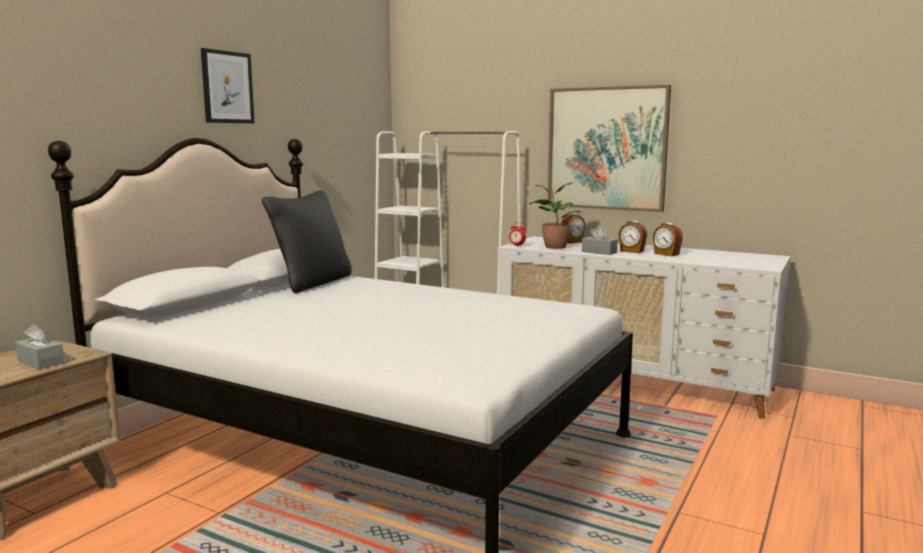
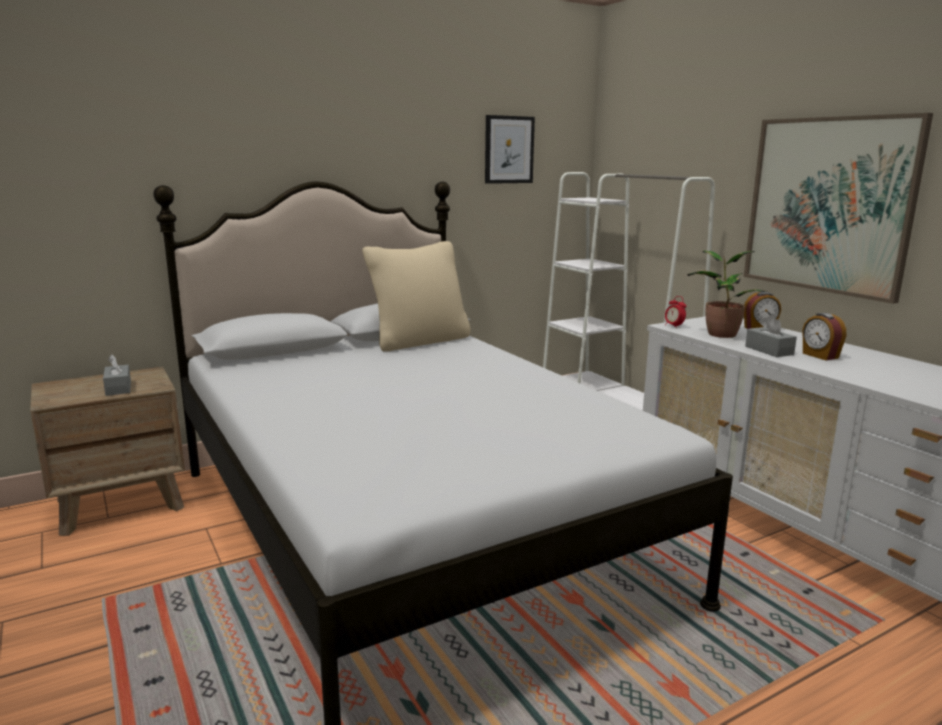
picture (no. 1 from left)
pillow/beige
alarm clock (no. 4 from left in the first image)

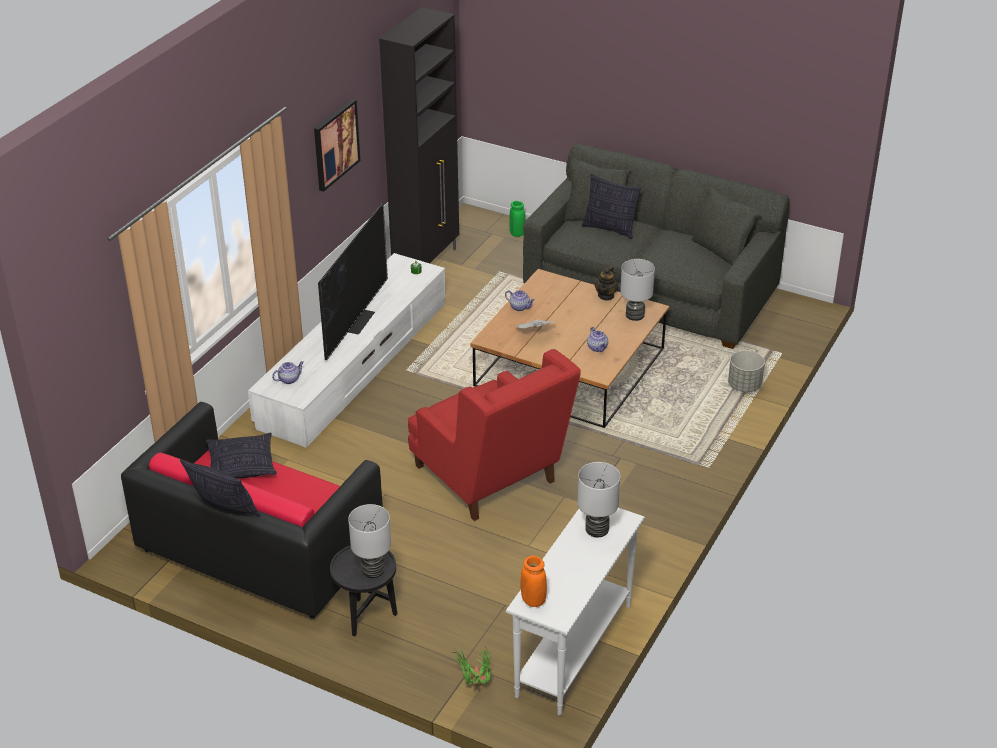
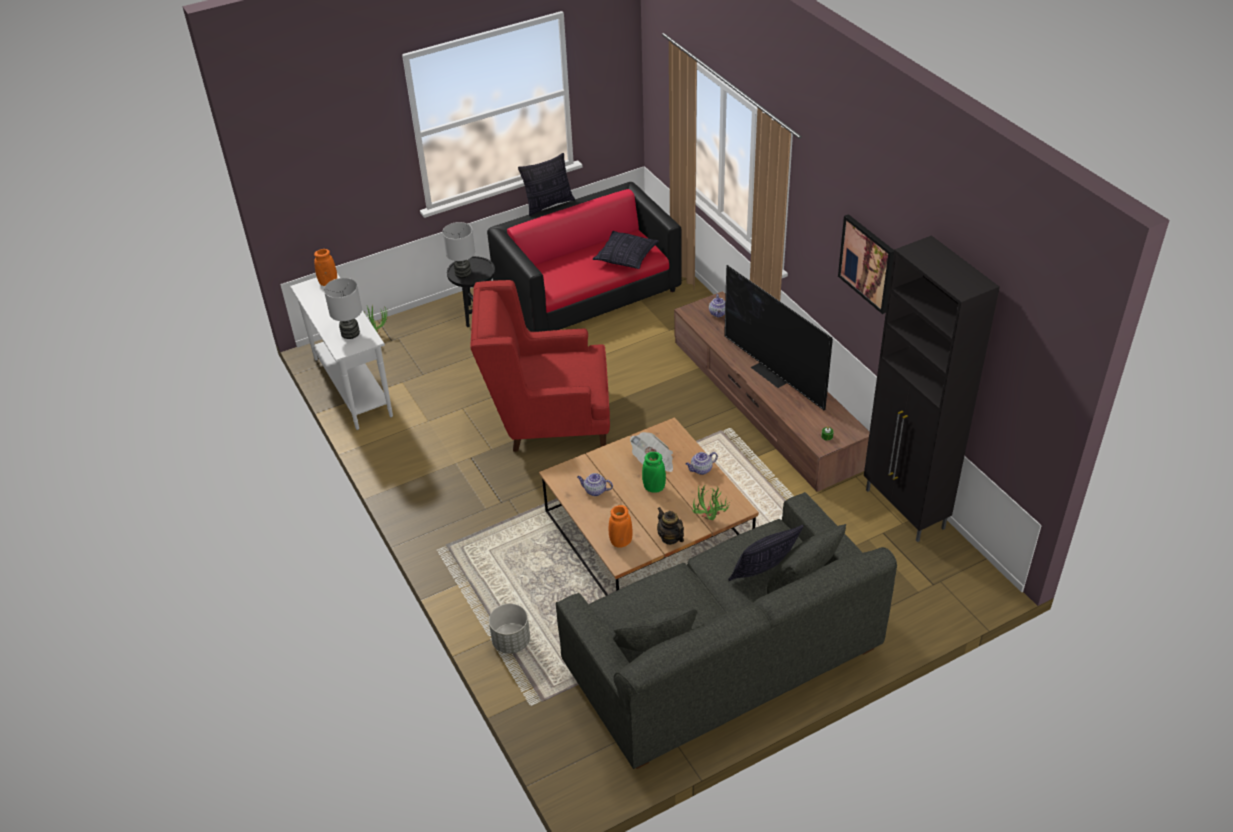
vase/green
tv stand/brown
vase/orange (no. 2 from left)
potted plant (no. 2 from left)

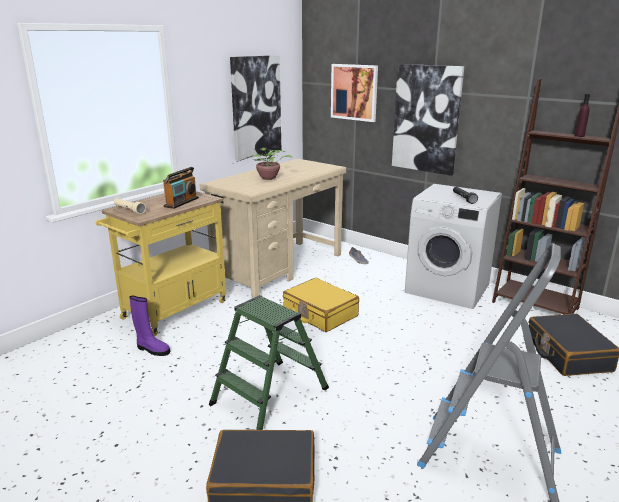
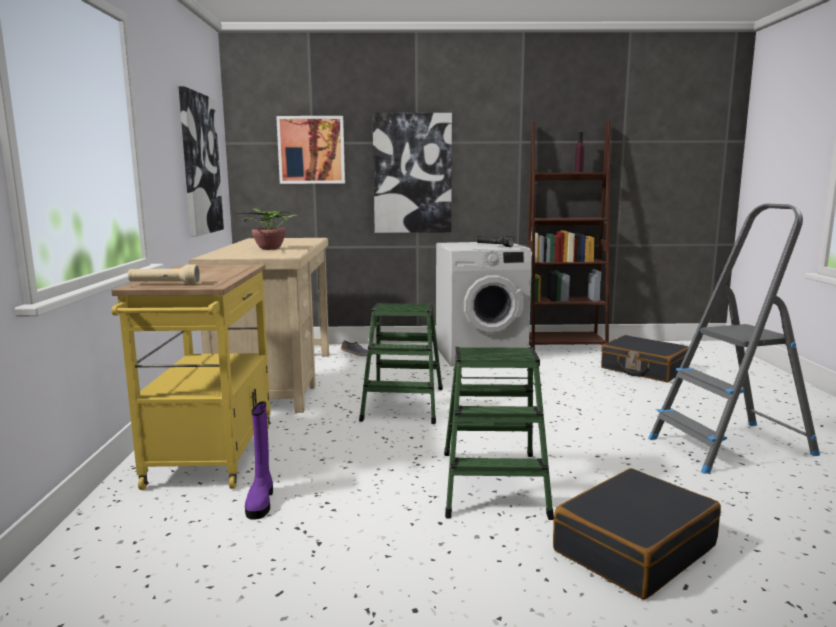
radio
step ladder/green (no. 1 from left)
boot/purple

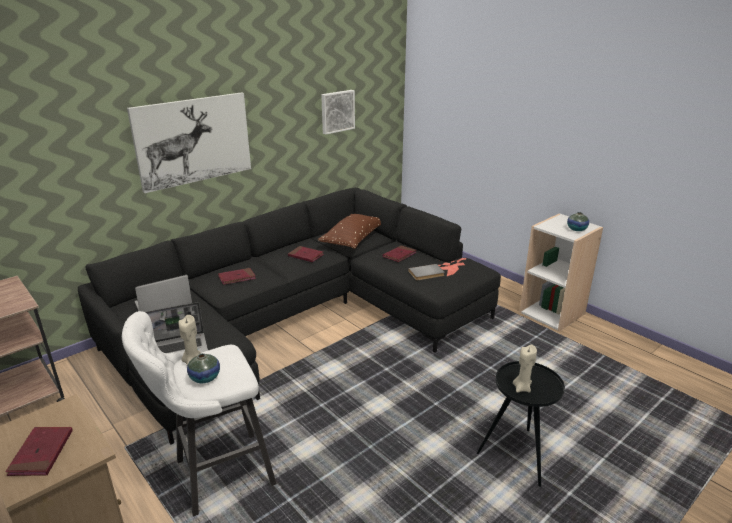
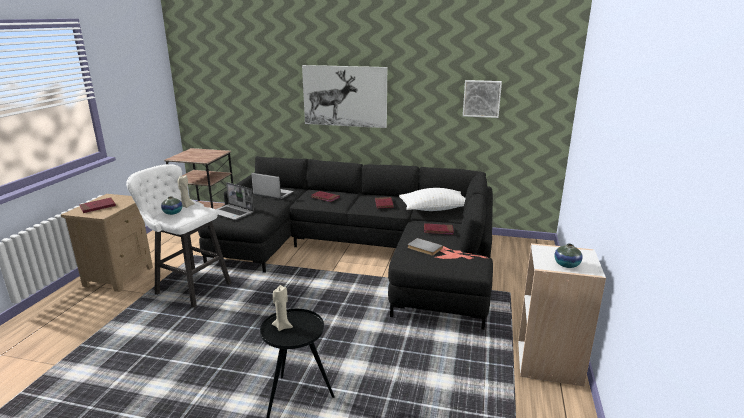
pillow/white

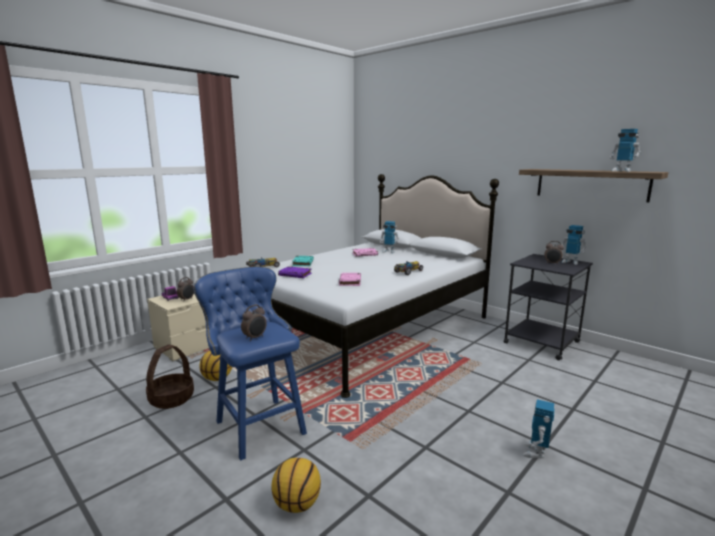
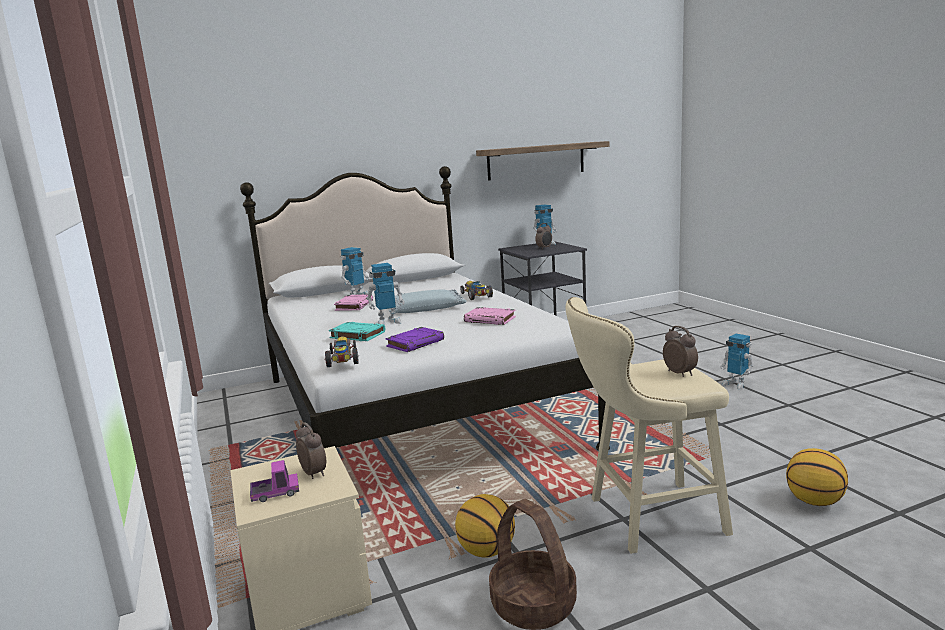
toy robot (no. 2 from left)
stool/beige
pillow/blue

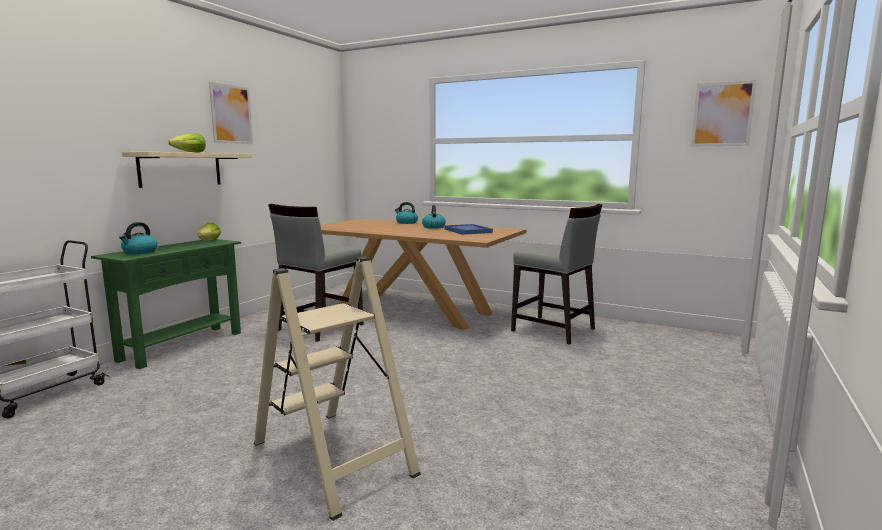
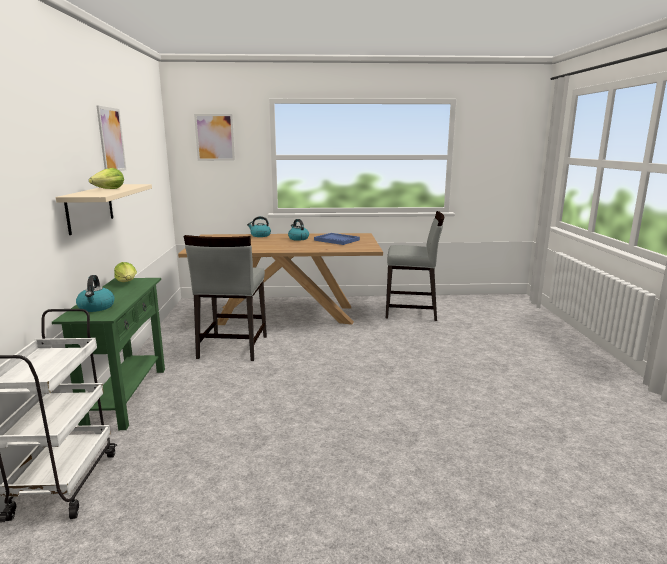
picture (no. 2 from left)
step ladder/beige

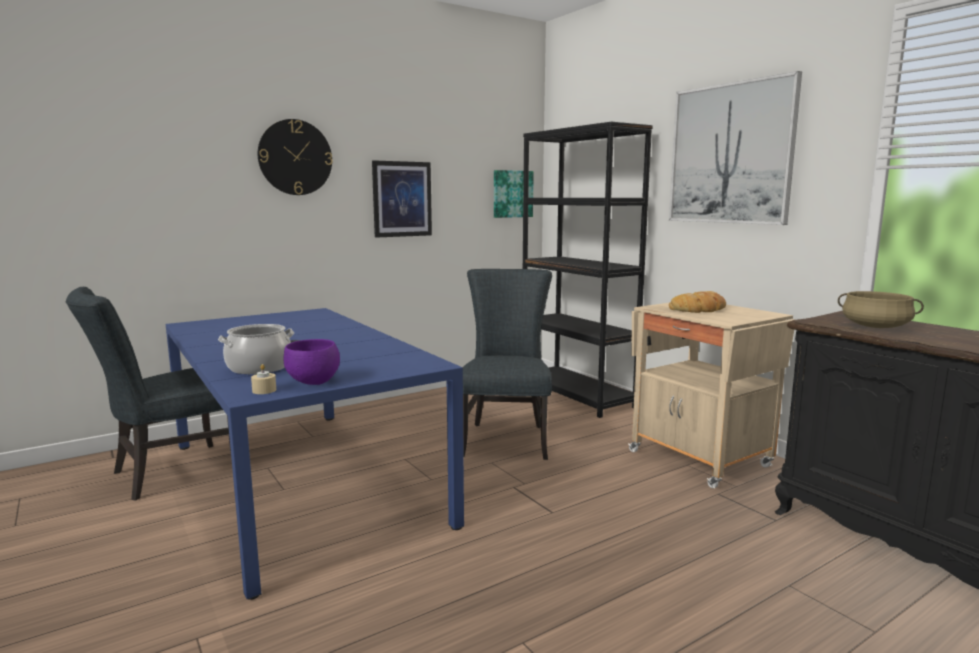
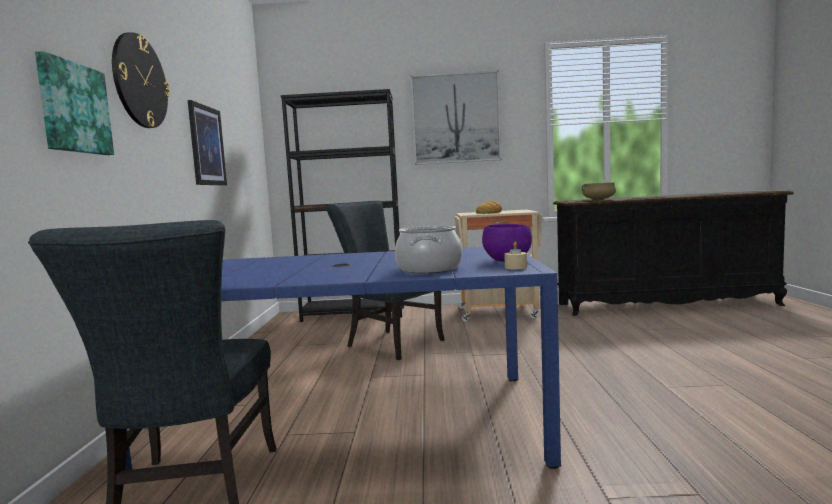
picture (no. 1 from left)

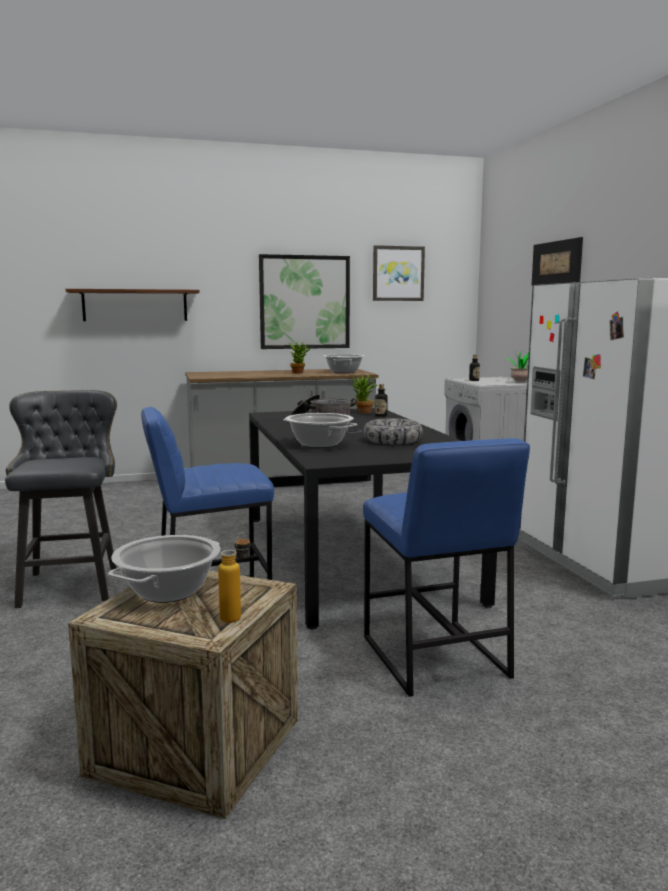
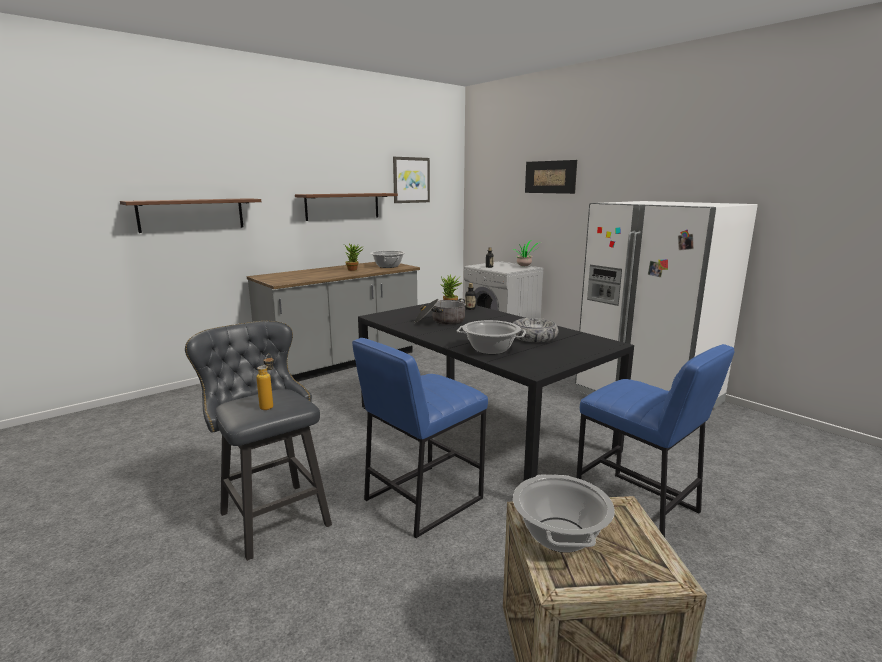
shelf/brown (no. 2 from left)
bottle (no. 1 from left)

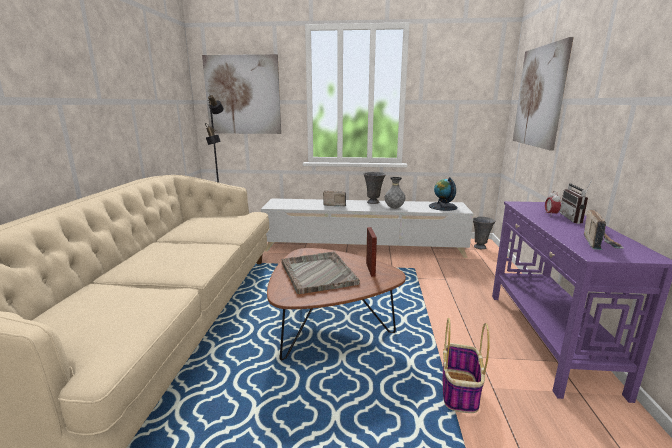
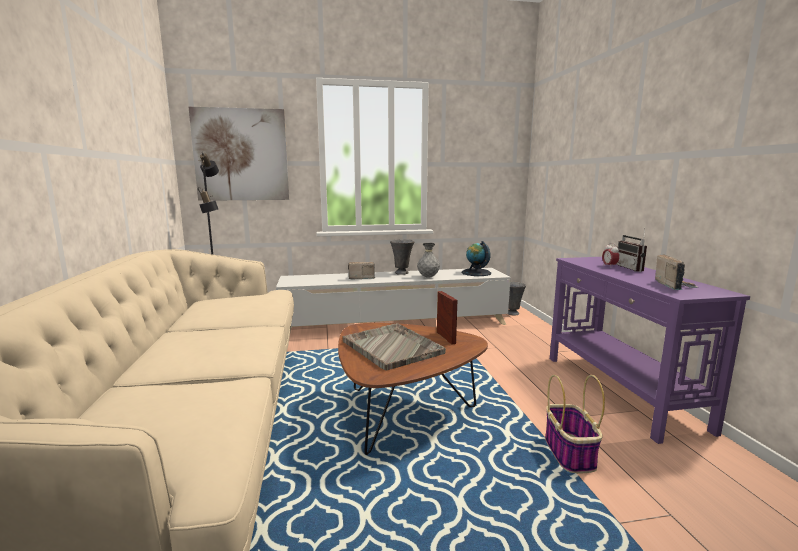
picture (no. 2 from left in the first image)

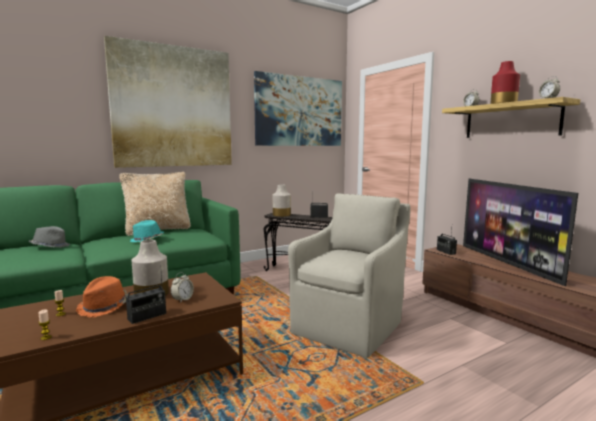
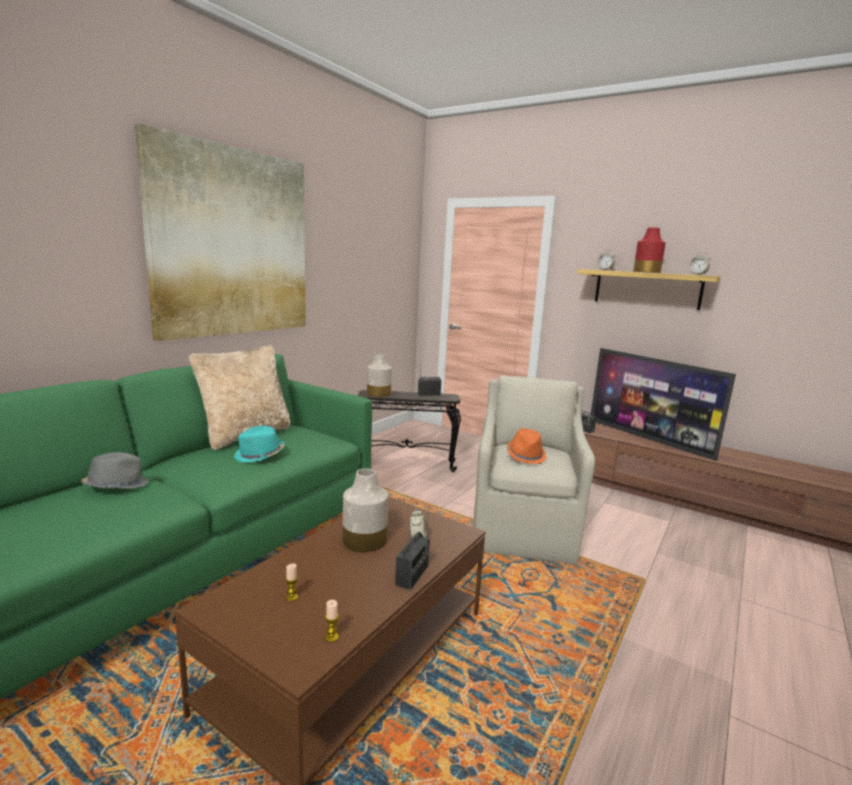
picture (no. 2 from left in the first image)
hat/orange

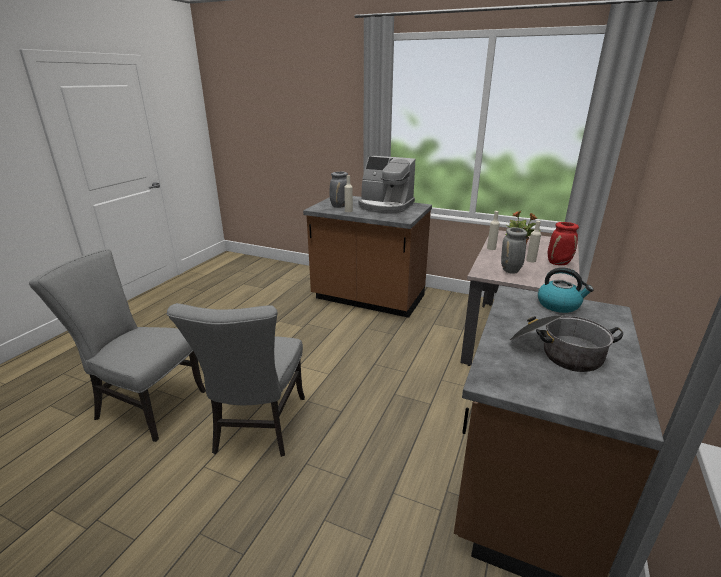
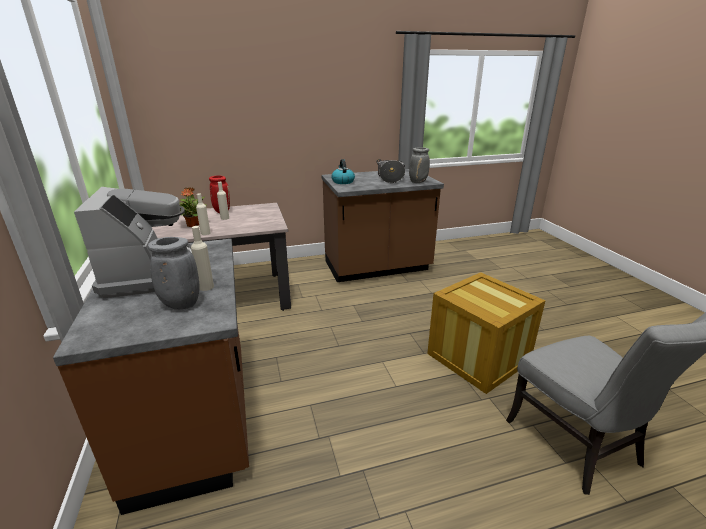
vase/grey (no. 2 from left)
crate

